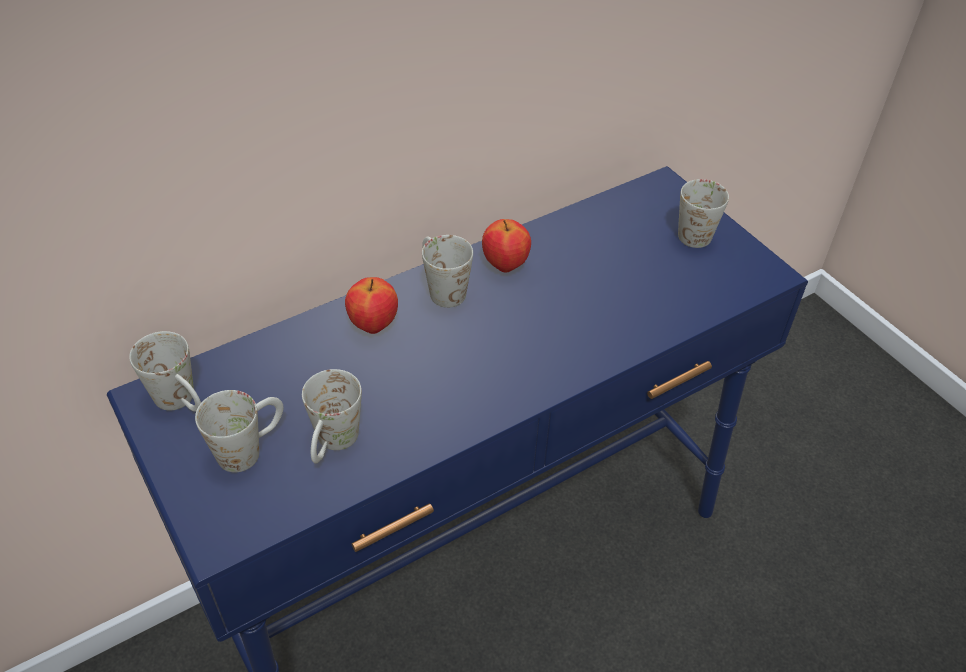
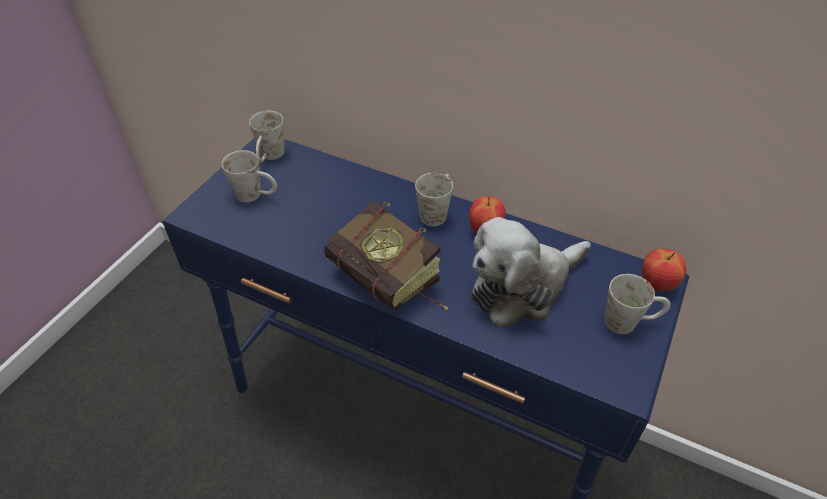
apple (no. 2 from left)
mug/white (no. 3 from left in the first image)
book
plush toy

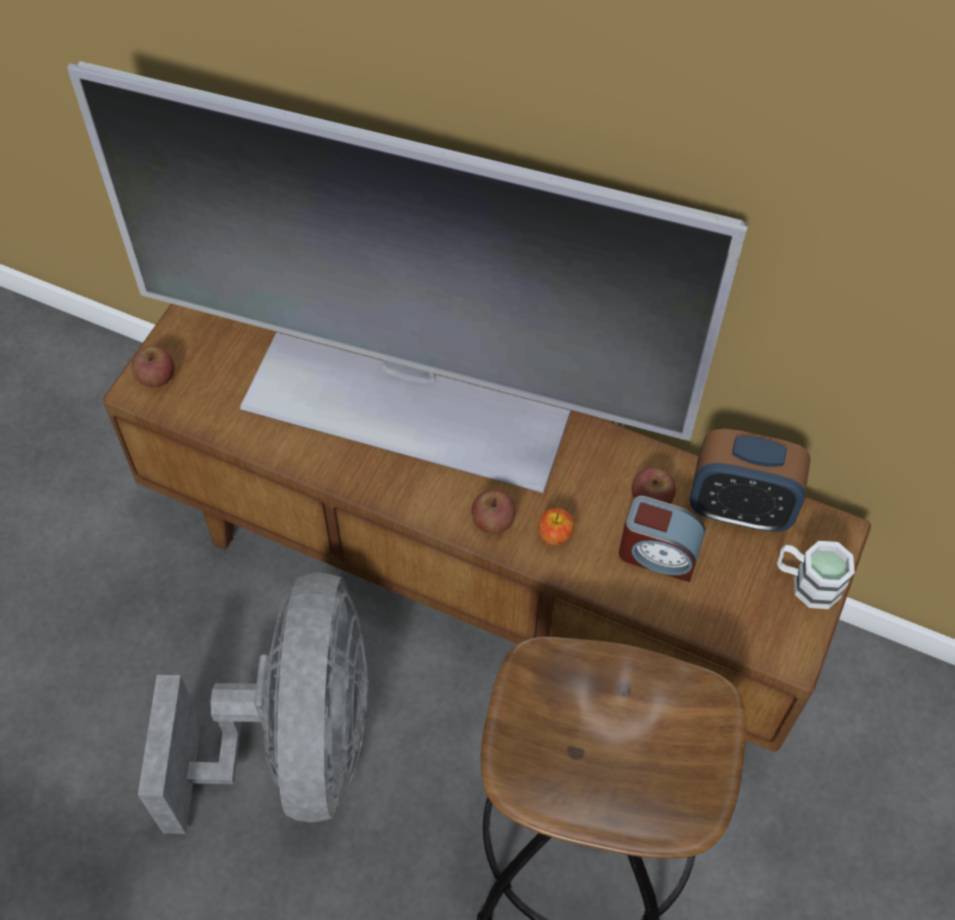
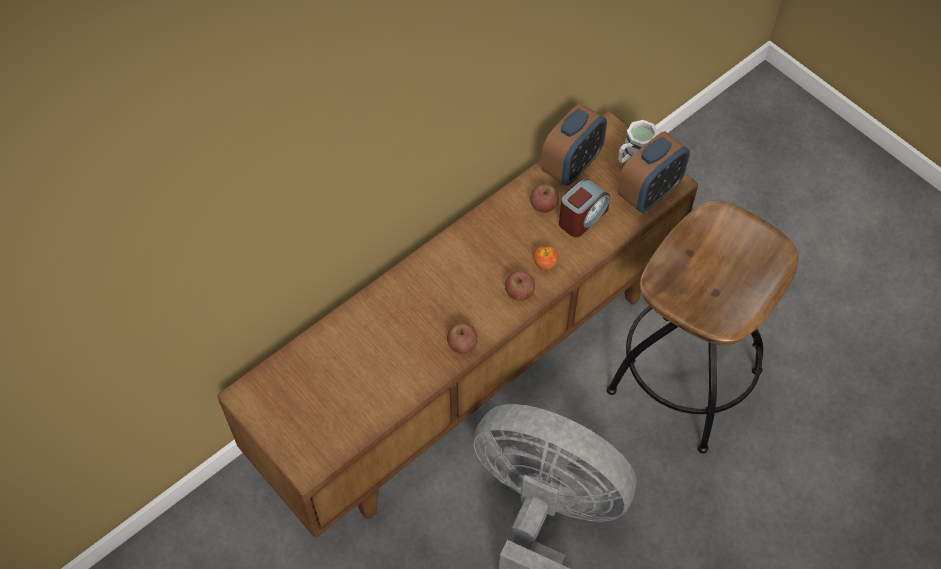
television
apple (no. 1 from left)
alarm clock (no. 3 from left)

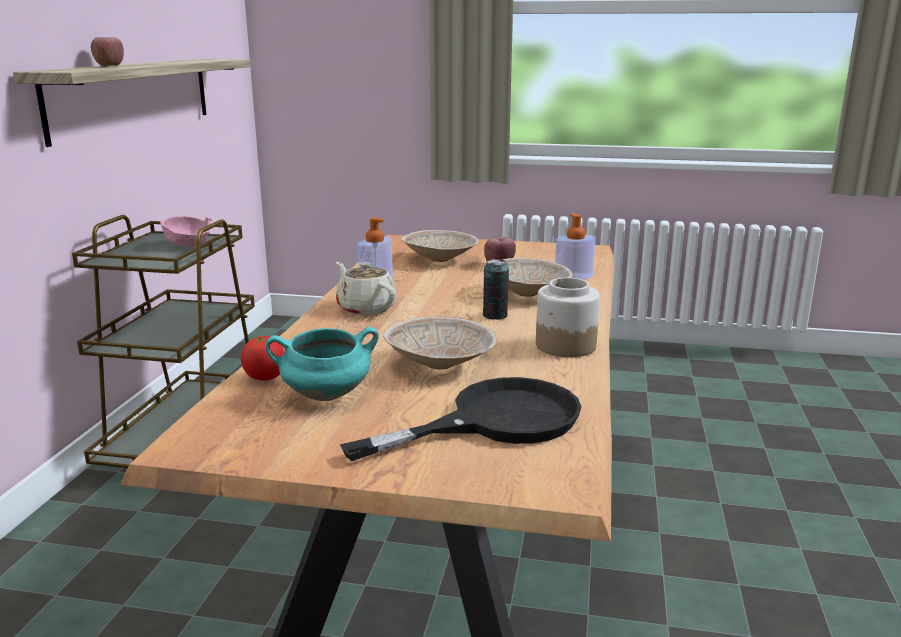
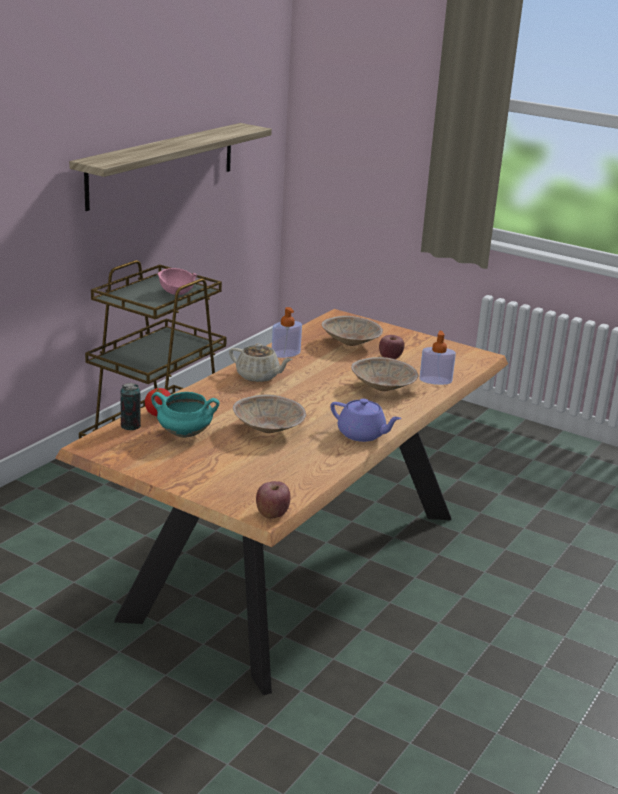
apple (no. 1 from left)
can
teapot/beige
teapot/purple
frying pan/black

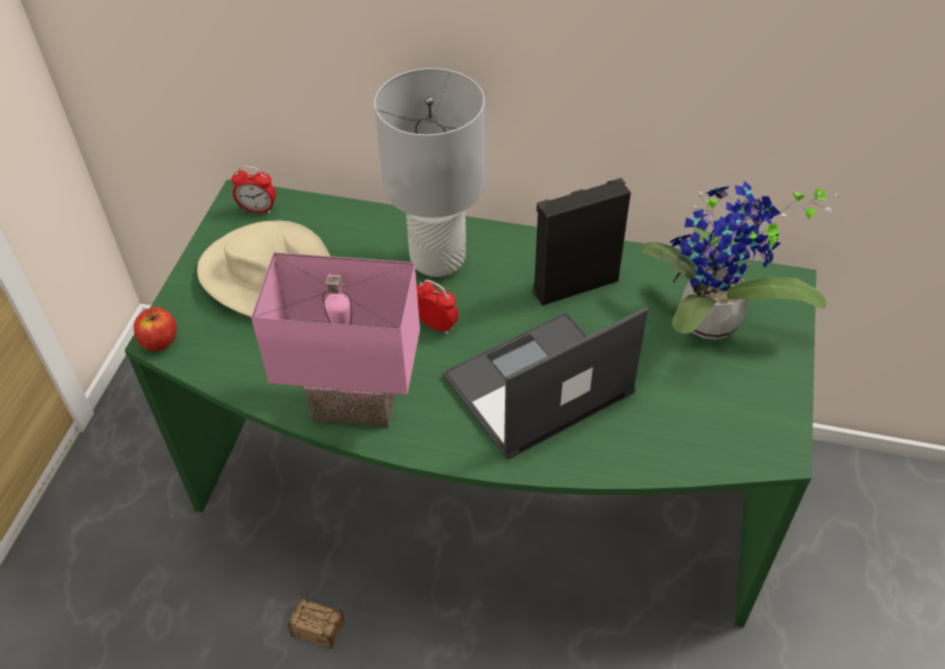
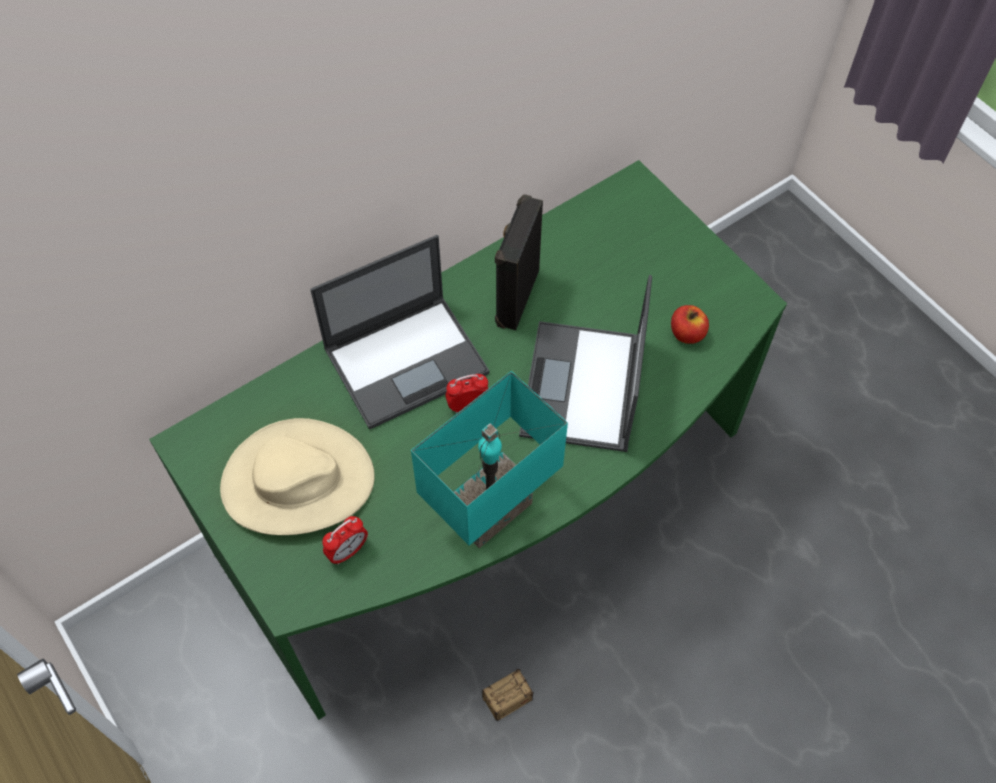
laptop (no. 1 from left)
alarm clock (no. 1 from left)
potted plant
table lamp/turquoise
apple

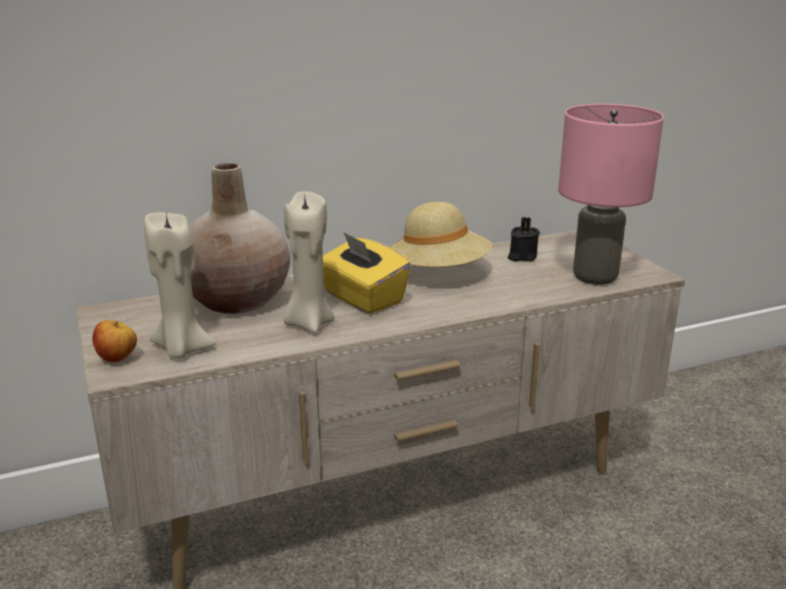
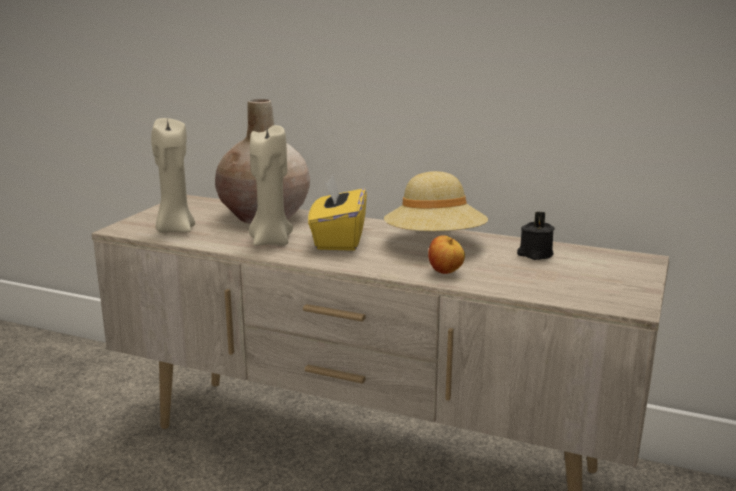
table lamp/pink
apple

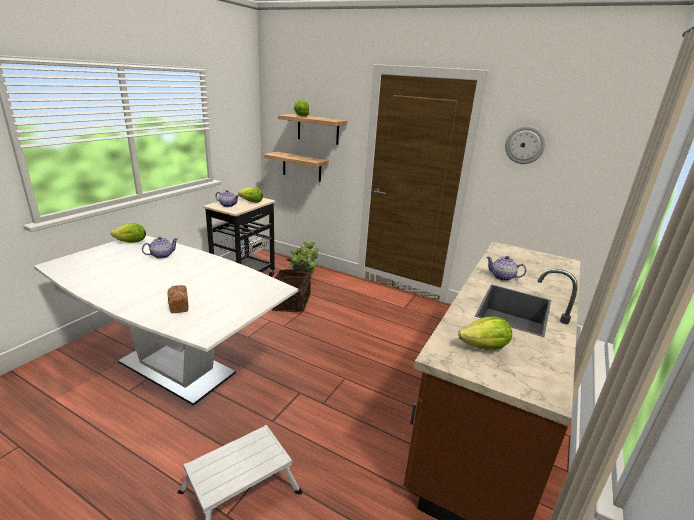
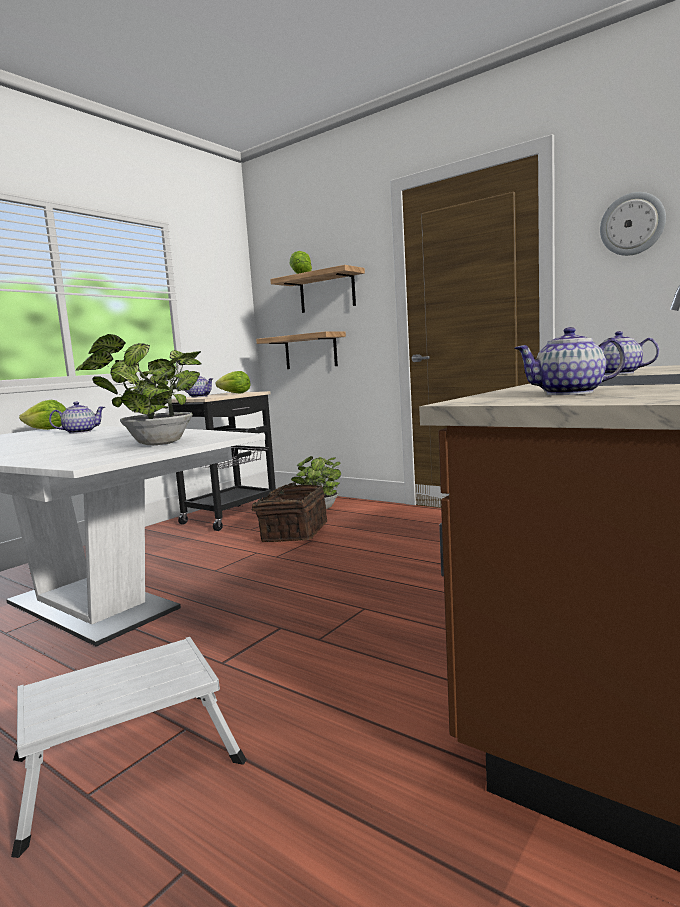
bread
teapot (no. 3 from left)
potted plant (no. 1 from left)

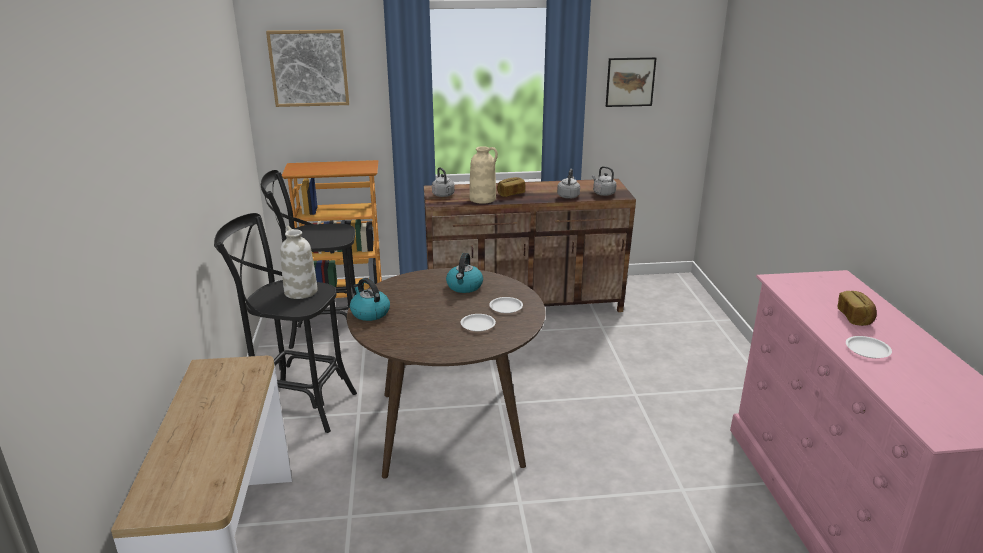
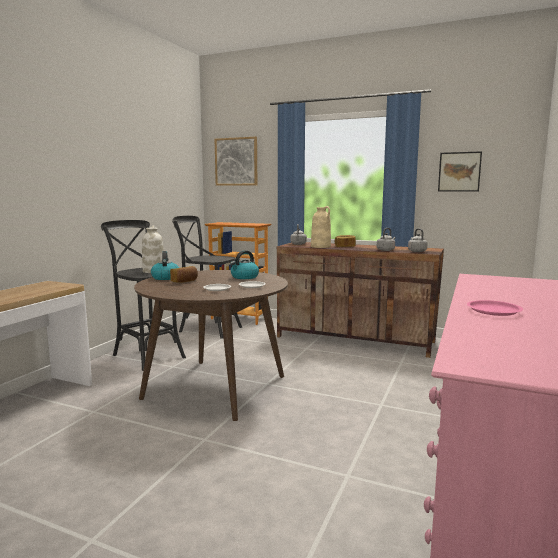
bread (no. 1 from left)
plate/pink

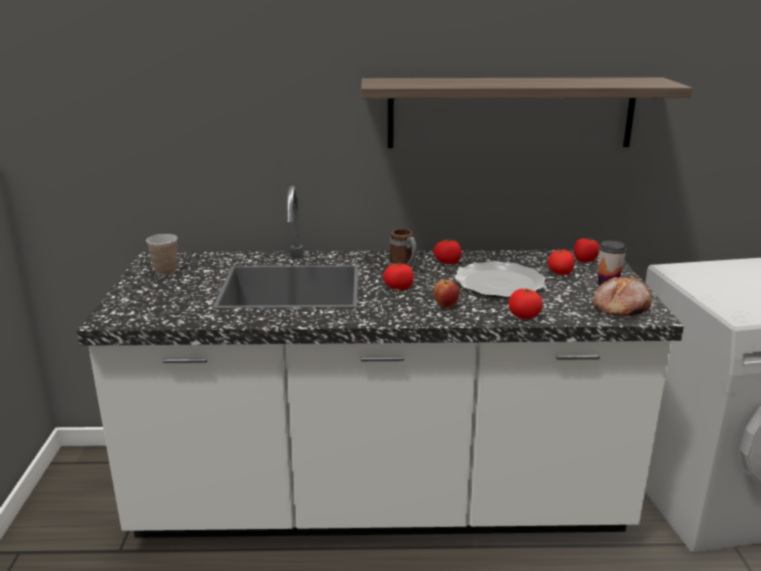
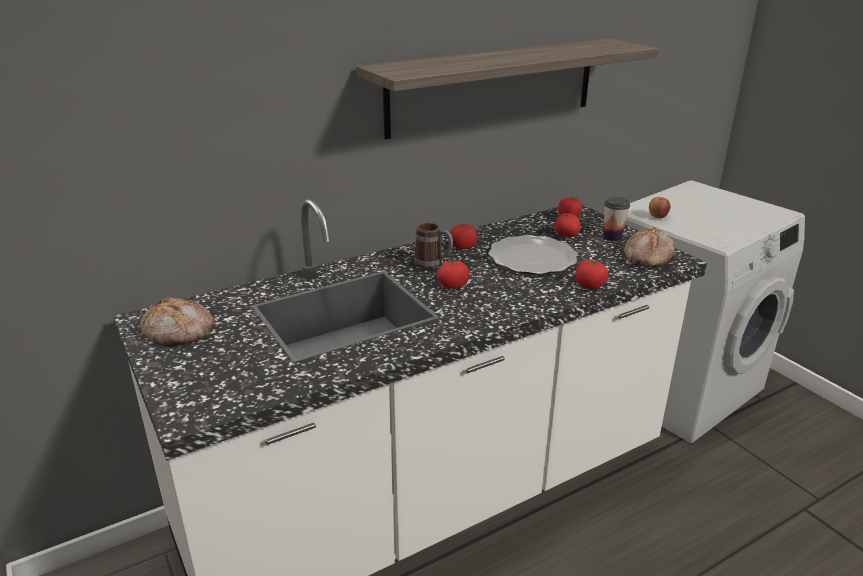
bread (no. 1 from left)
apple

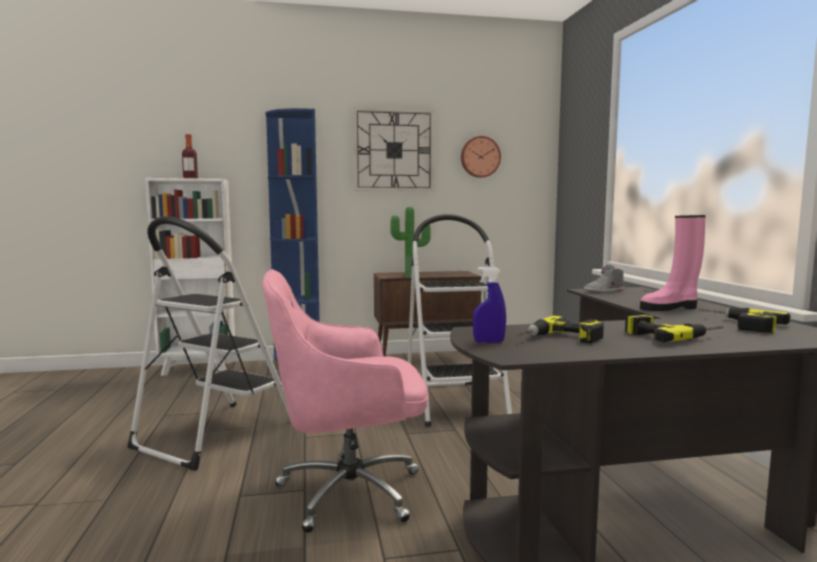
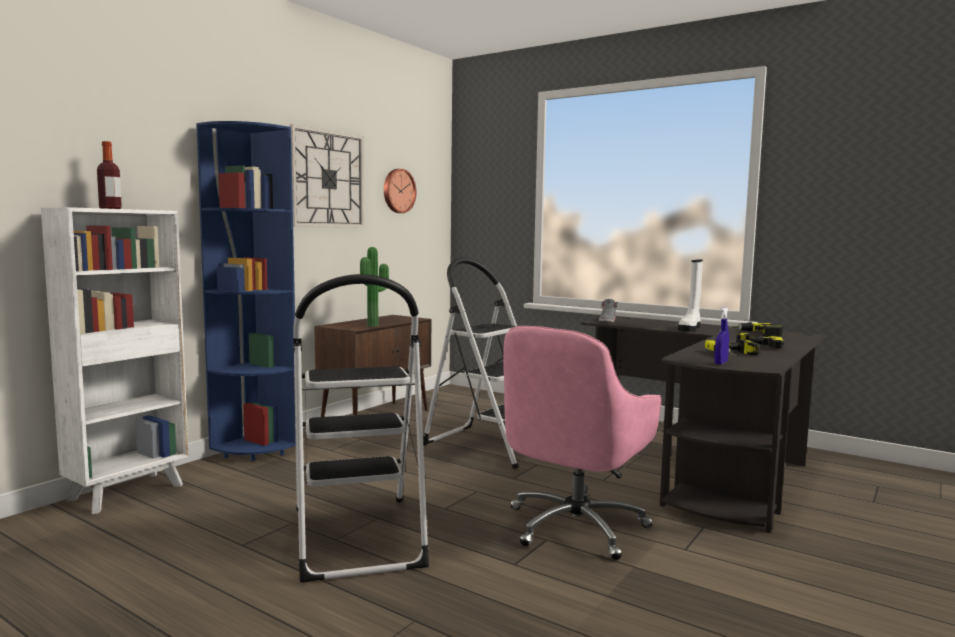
boot/white

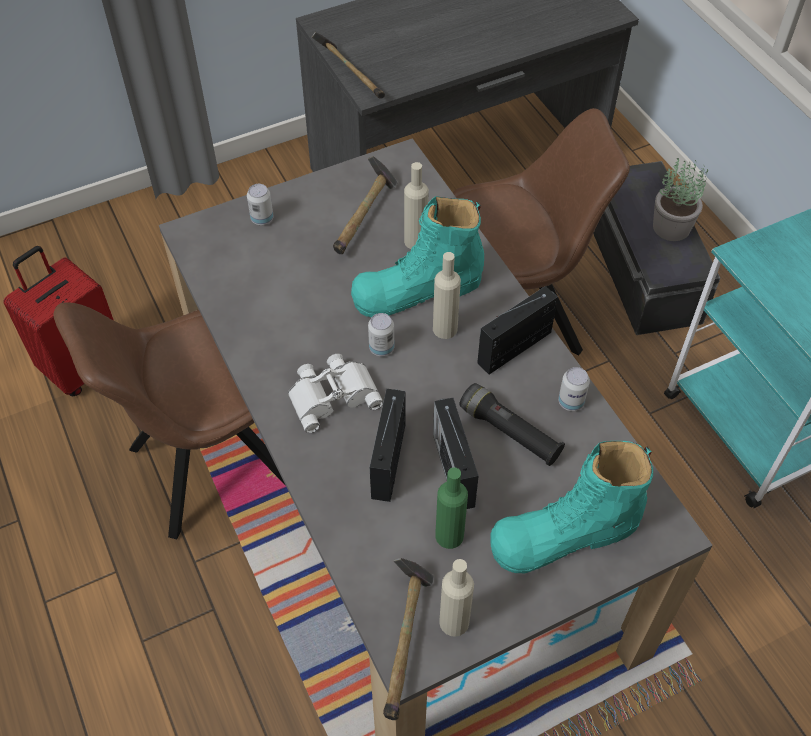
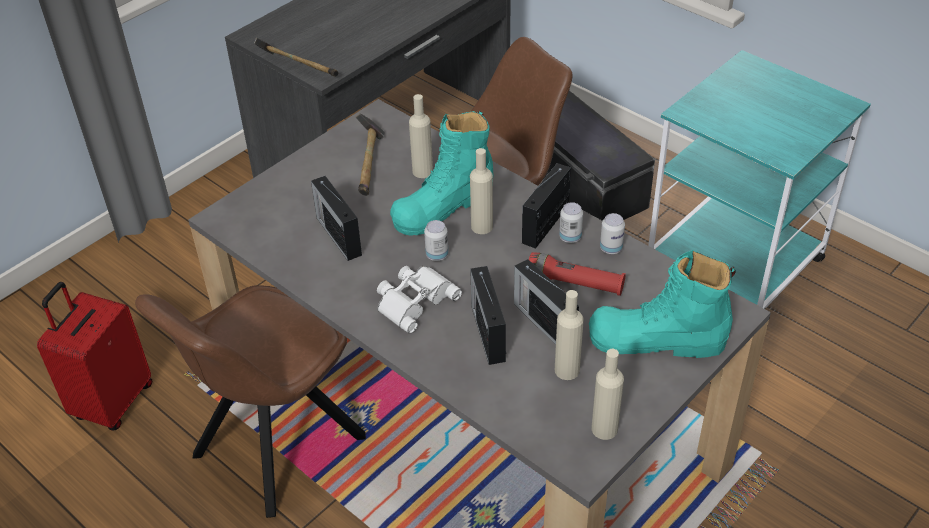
potted plant
can (no. 2 from left)
flashlight/red
boot/turquoise (no. 2 from left)
bottle/beige (no. 3 from left)
hammer (no. 3 from left in the first image)
radio (no. 1 from left)

